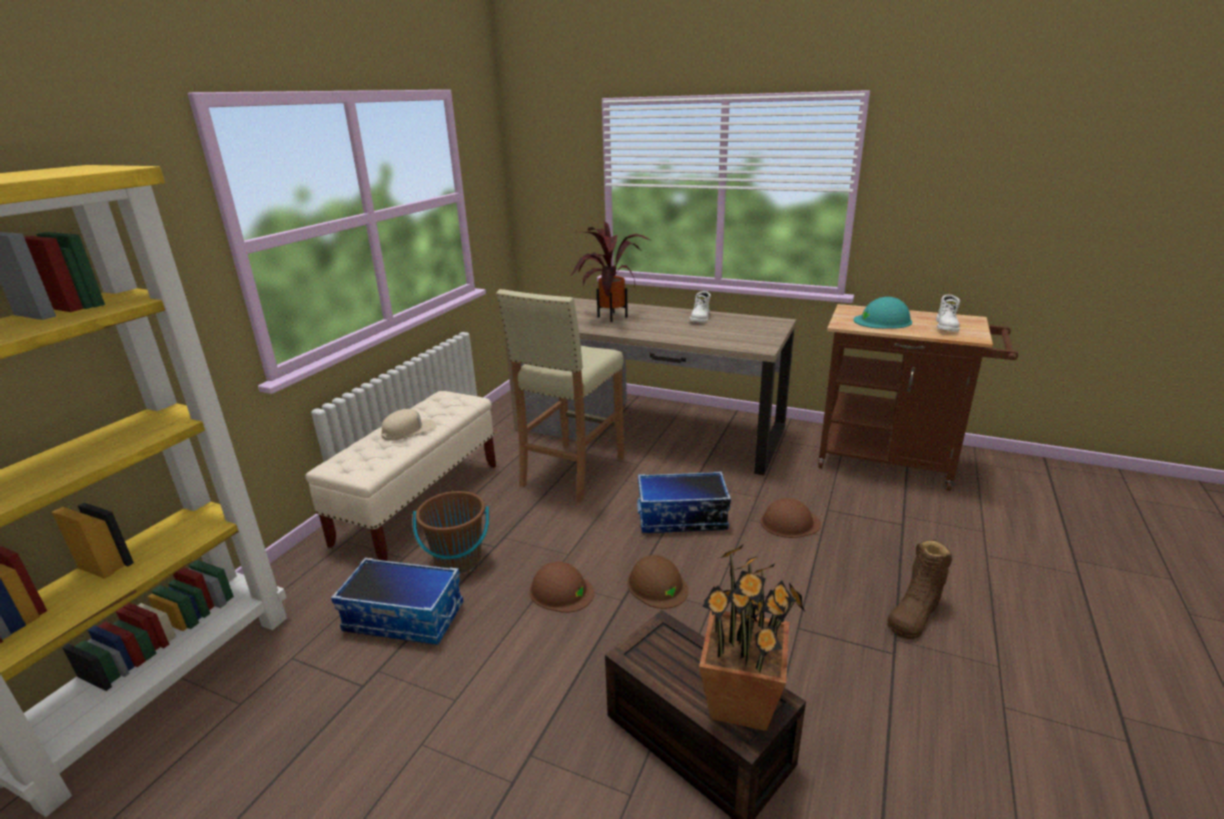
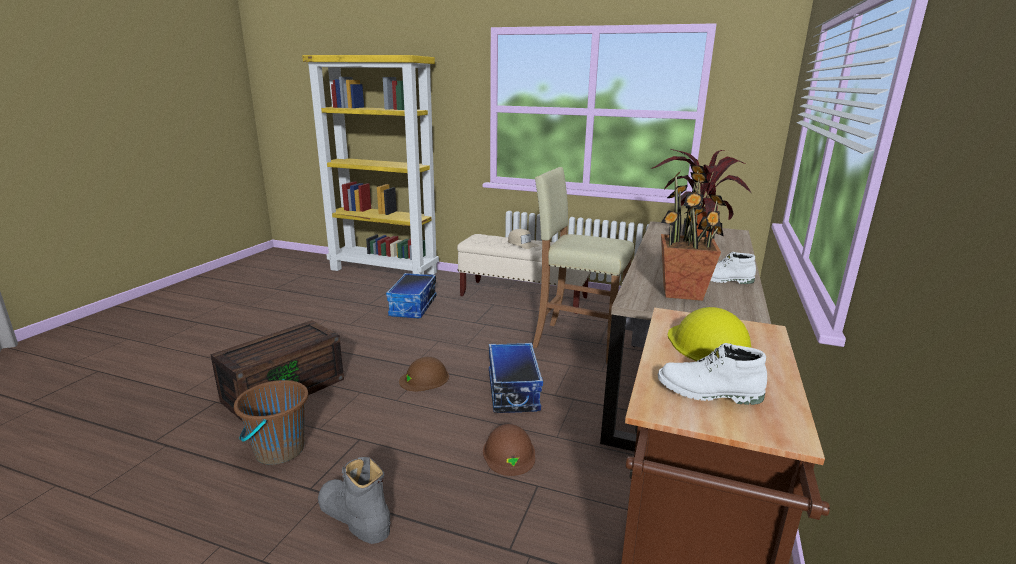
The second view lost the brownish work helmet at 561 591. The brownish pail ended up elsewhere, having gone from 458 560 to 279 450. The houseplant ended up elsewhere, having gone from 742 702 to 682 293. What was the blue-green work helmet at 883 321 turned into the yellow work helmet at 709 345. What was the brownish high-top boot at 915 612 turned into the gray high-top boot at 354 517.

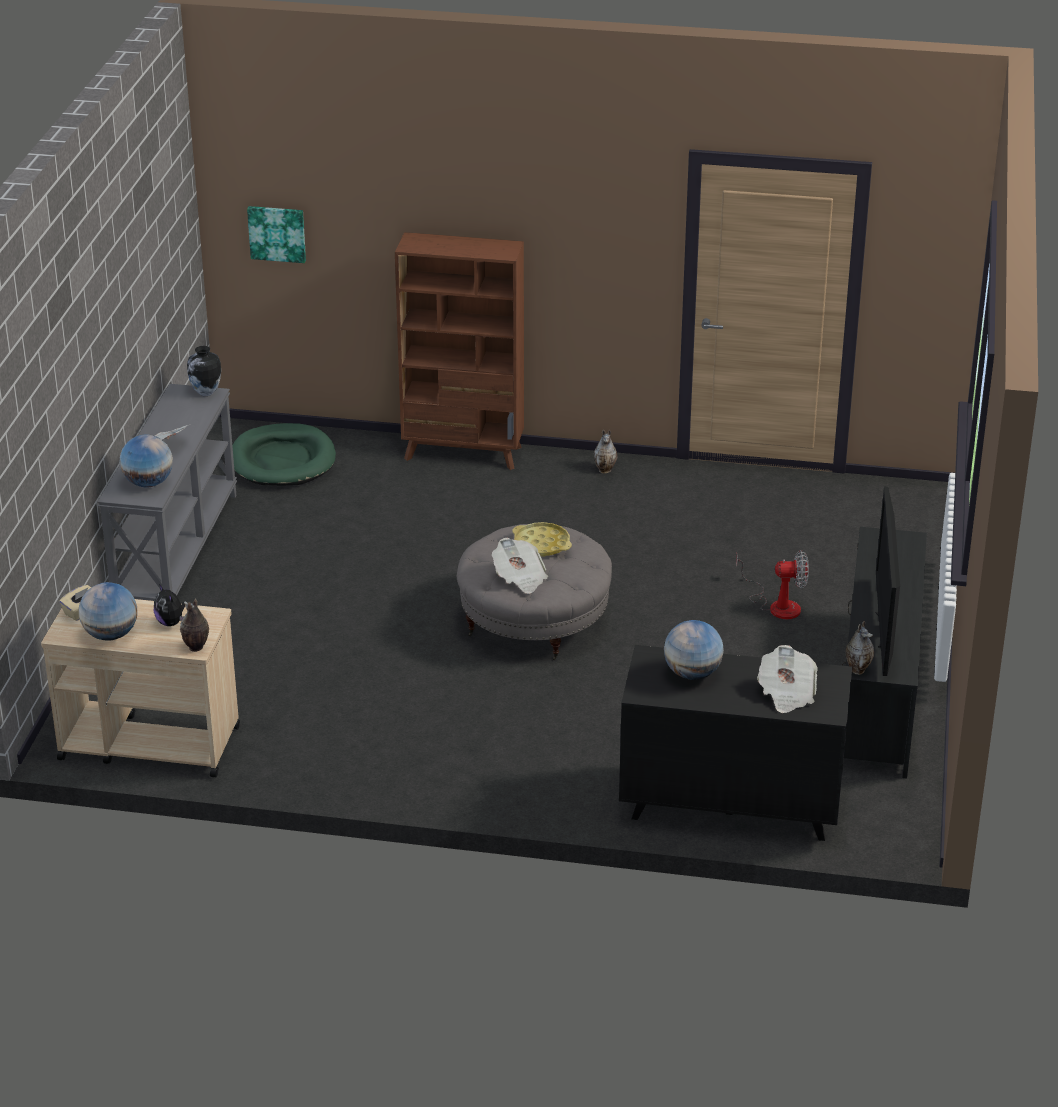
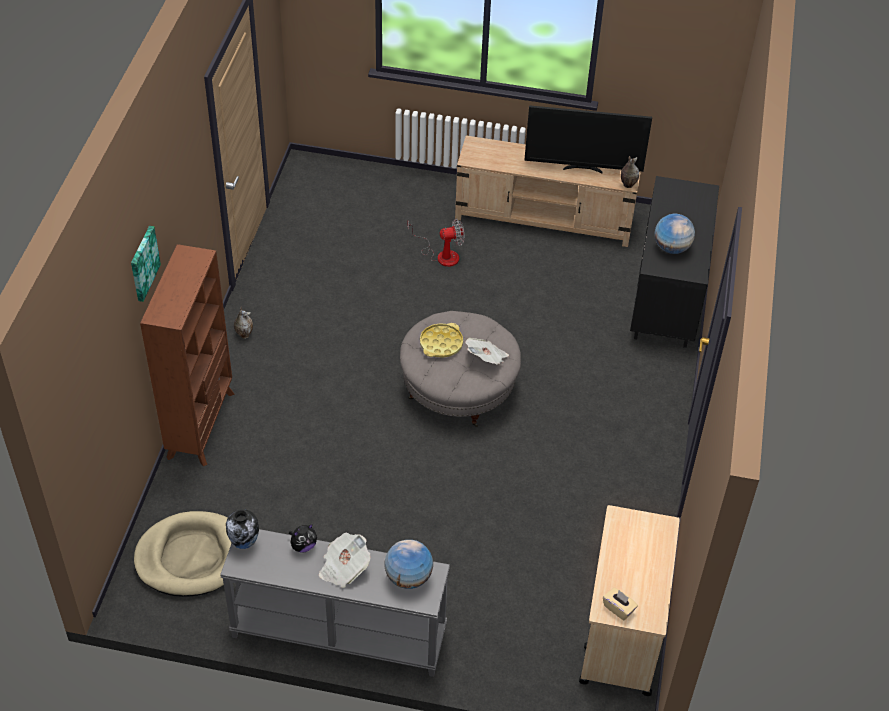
The second view lost the globe at 111 635. The second view lost the decorative vase at 195 648. The second view lost the printed paper at 786 694. The cuddly toy ended up elsewhere, having gone from 171 623 to 303 546. The picture ended up elsewhere, having gone from 277 233 to 143 263. What was the green dog cushion at 283 460 turned into the sand-coloured dog cushion at 191 557. What was the black tv unit at 877 693 turned into the sand-coloured tv unit at 545 218. The electric fan at 777 605 ended up facing another way, 75 degrees clockwise from before.

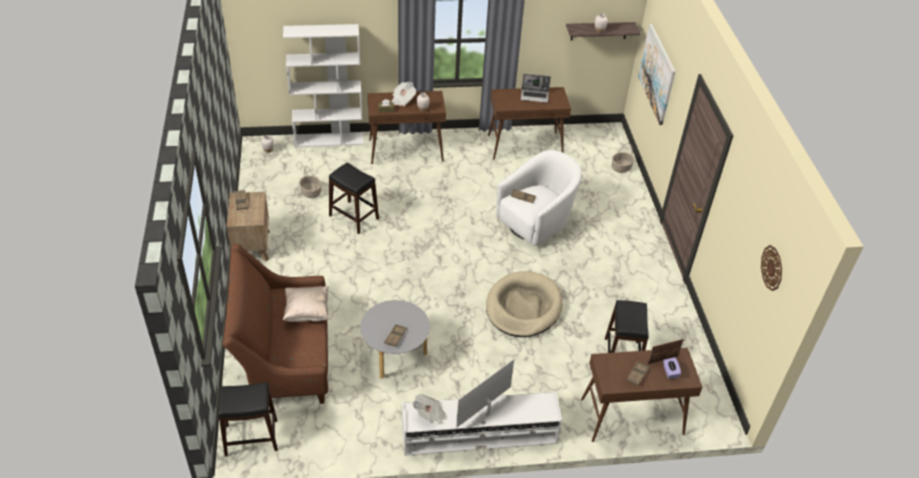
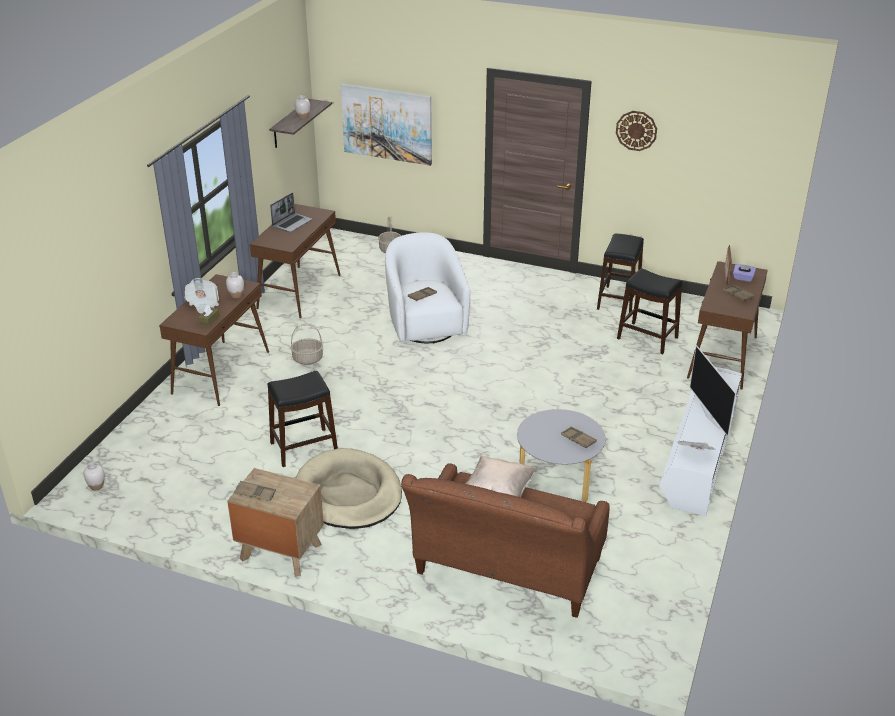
The second view lost the whitish bookcase at 329 139. The black sitting stool ended up elsewhere, having gone from 251 438 to 619 300. The storage basket ended up elsewhere, having gone from 311 192 to 308 359. The sand-coloured dog cushion ended up elsewhere, having gone from 523 307 to 348 493. The hanging clock ended up elsewhere, having gone from 772 267 to 636 130.

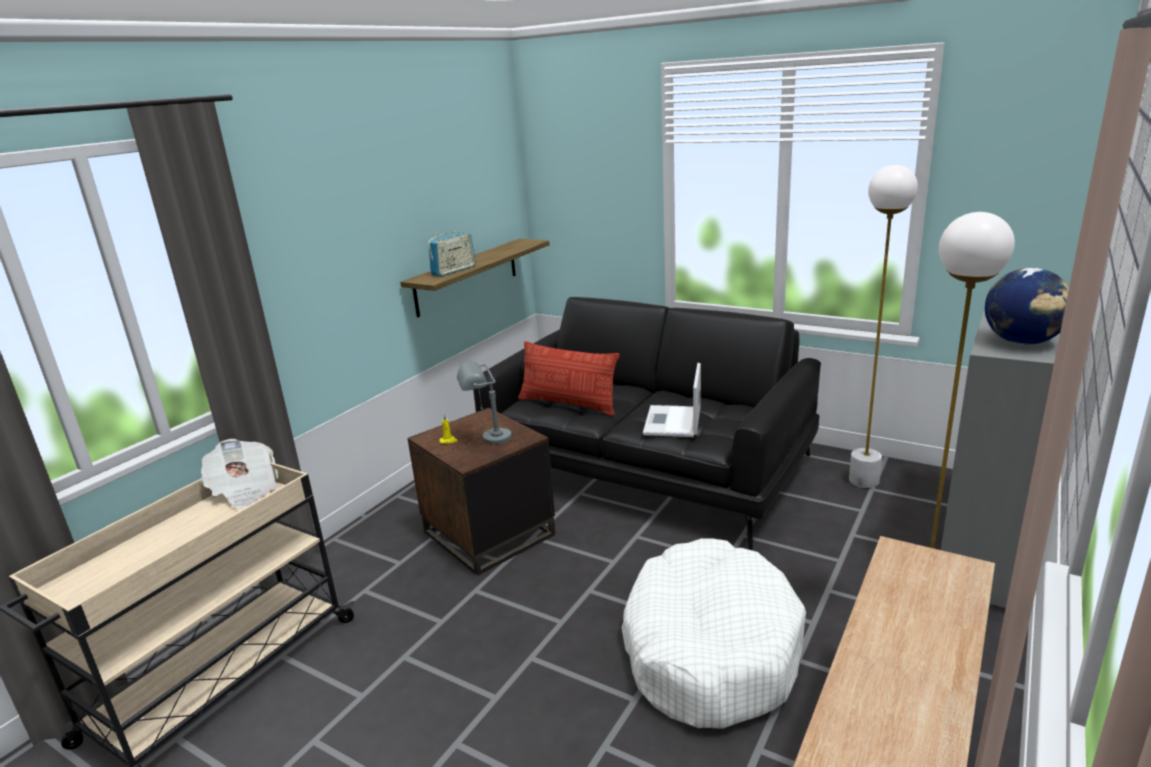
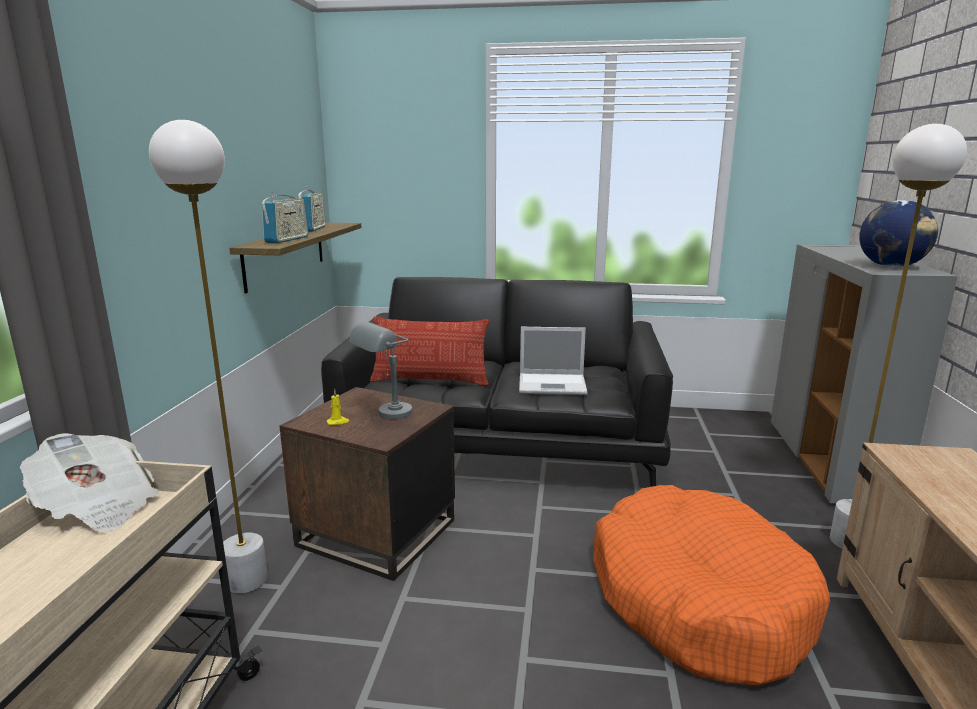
The second view gained the radio receiver at 313 229. The whitish standing lamp ended up elsewhere, having gone from 863 481 to 246 580. What was the whitish dog cushion at 709 648 turned into the orangey dog cushion at 697 599. The notebook computer at 672 422 ended up facing another way, 75 degrees counterclockwise from before.

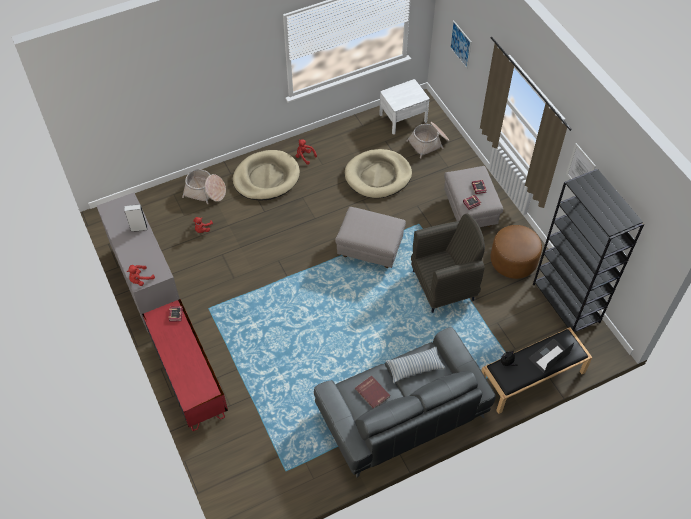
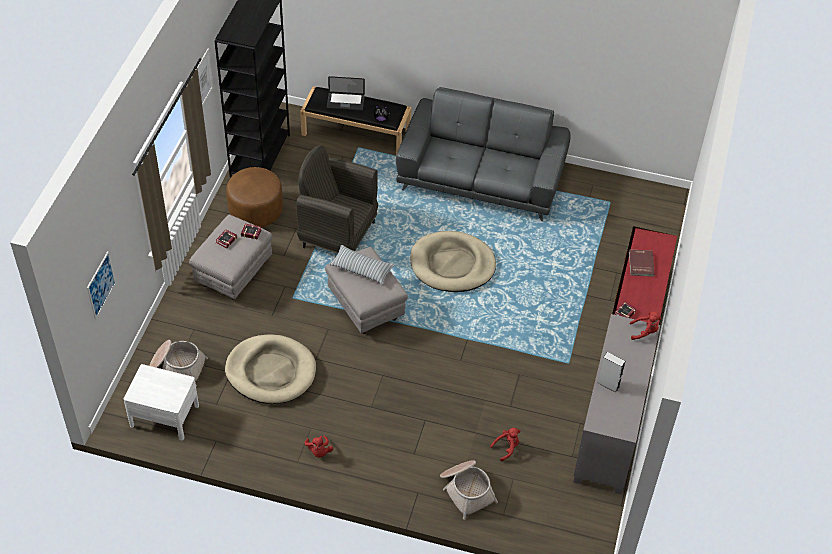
The sand-coloured dog cushion ended up elsewhere, having gone from 266 178 to 452 264. The red book ended up elsewhere, having gone from 373 392 to 640 264. The throw pillow ended up elsewhere, having gone from 414 367 to 361 269.

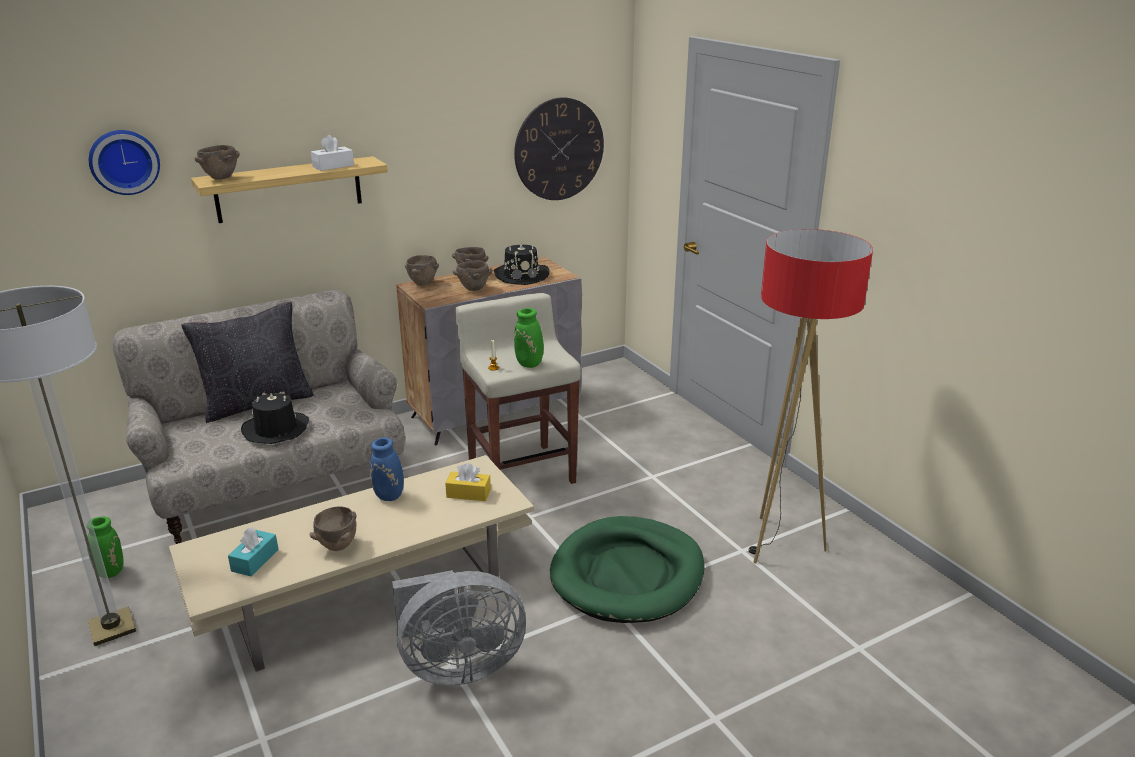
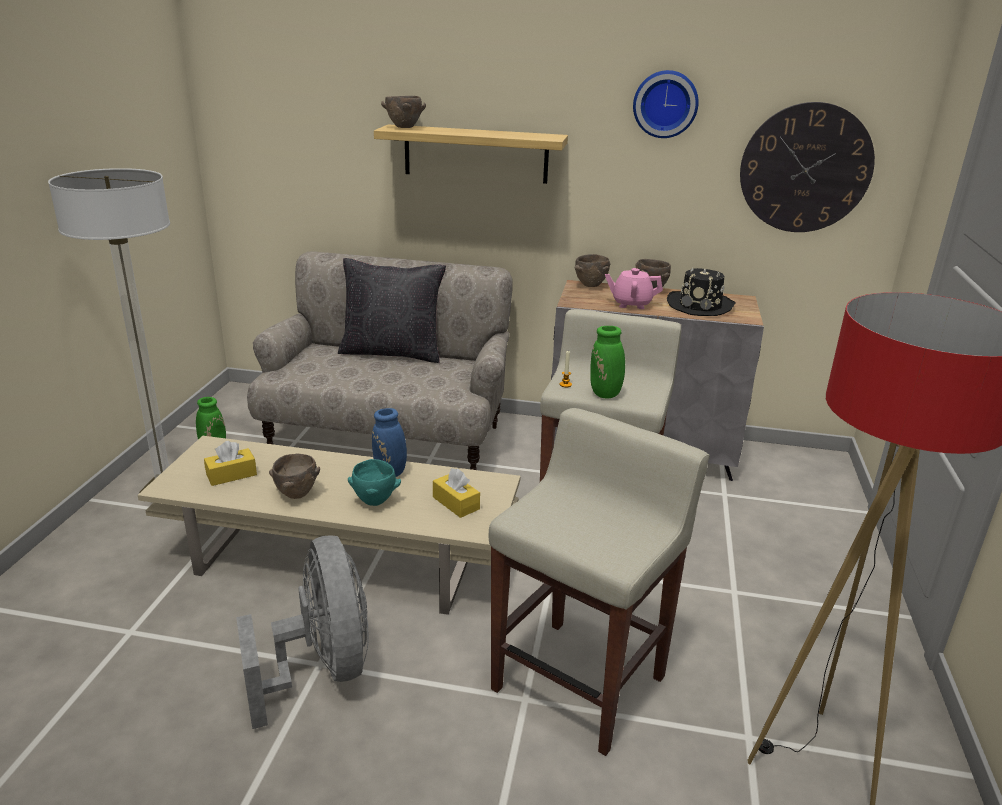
The second view lost the black wearable hat at 276 430. The second view lost the whitish box of tissues at 333 166. The second view gained the blue-green bowl at 375 502. The hanging clock ended up elsewhere, having gone from 124 161 to 665 104. Where the brownish bowl stood at 474 289, the pink-coloured pot for tea came to stand at 631 304. Where the green dog cushion stood at 628 574, the sand-coloured sitting stool came to stand at 580 682. What was the blue-green box of tissues at 255 560 turned into the yellow box of tissues at 231 475. The gray electric fan at 457 666 ended up facing another way, 135 degrees counterclockwise from before.

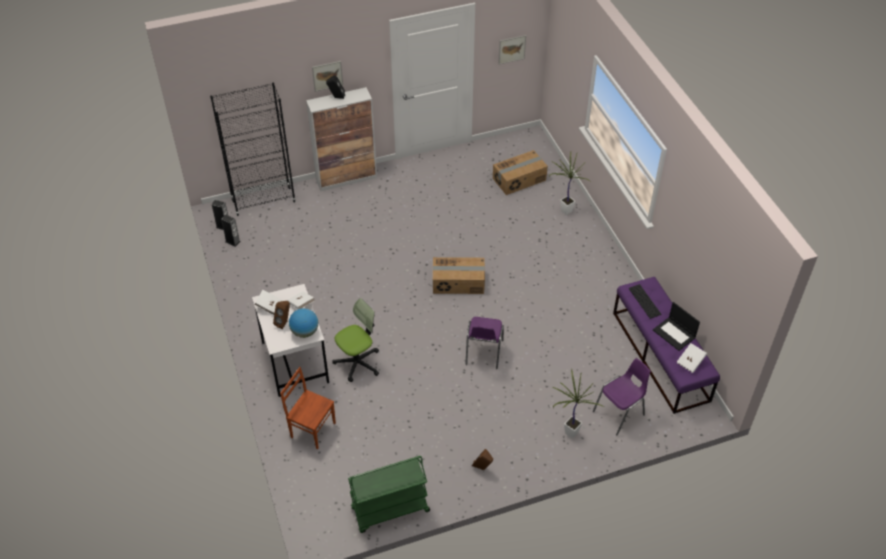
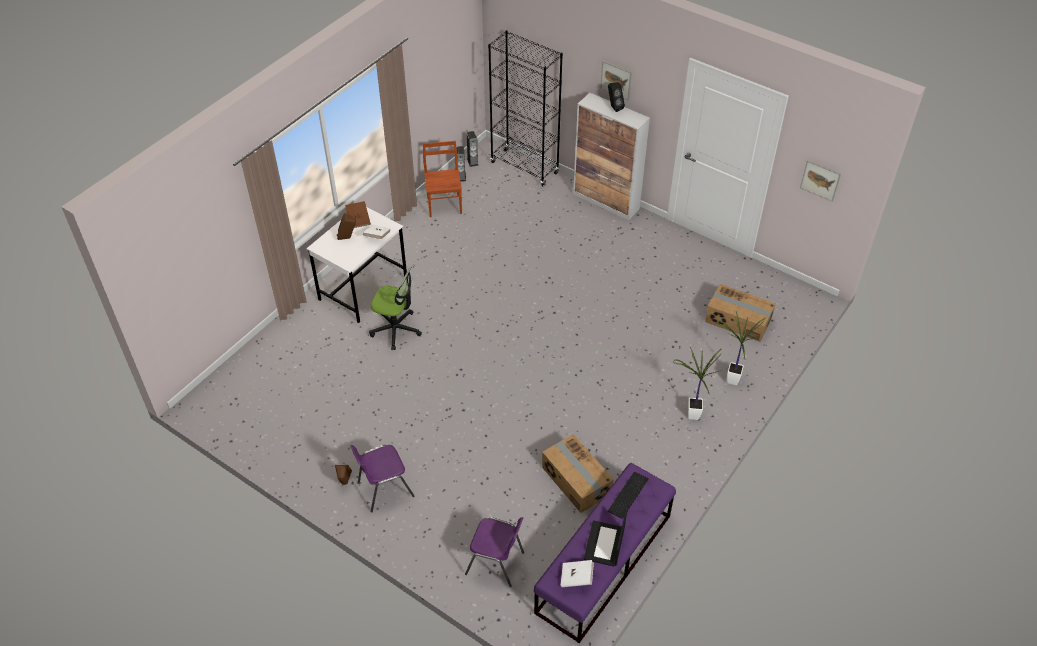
The second view lost the globe at 304 332. The second view lost the green trolley at 390 510. The brownish chair ended up elsewhere, having gone from 313 429 to 445 205. The carton ended up elsewhere, having gone from 458 282 to 576 481. The purple-coloured chair ended up elsewhere, having gone from 483 353 to 384 489. The houseplant ended up elsewhere, having gone from 568 434 to 690 414. What was the whitish book at 270 306 turned into the brownish book at 358 219.

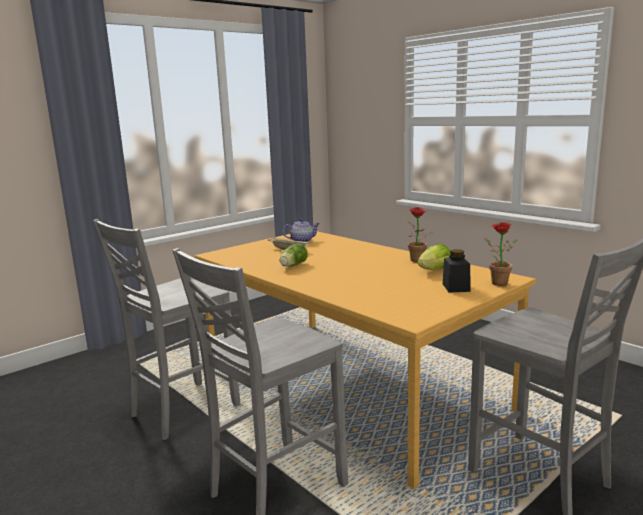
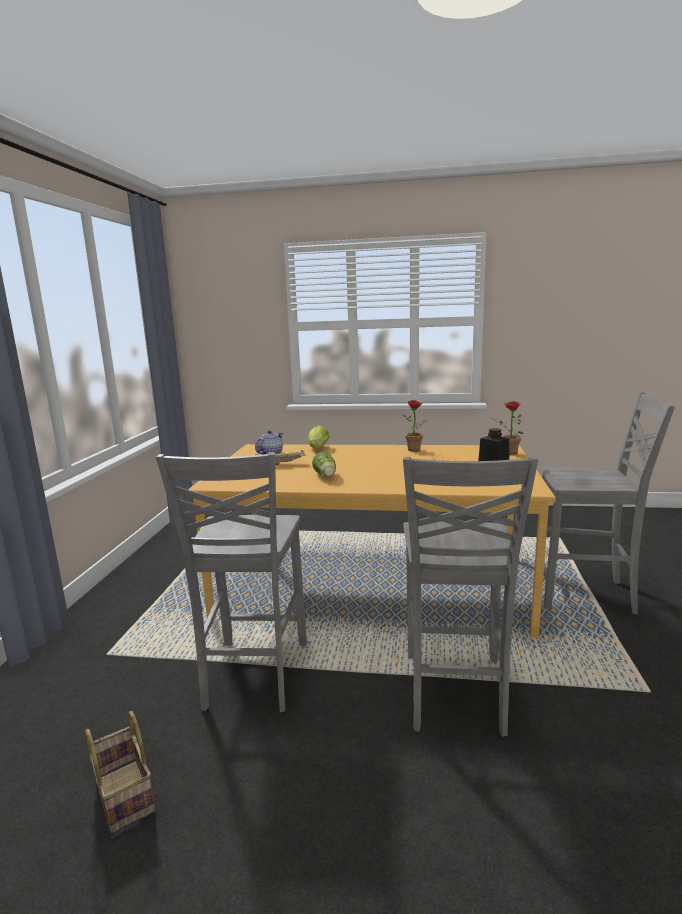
The second view gained the storage basket at 122 795. The lettuce head ended up elsewhere, having gone from 433 271 to 317 448.

